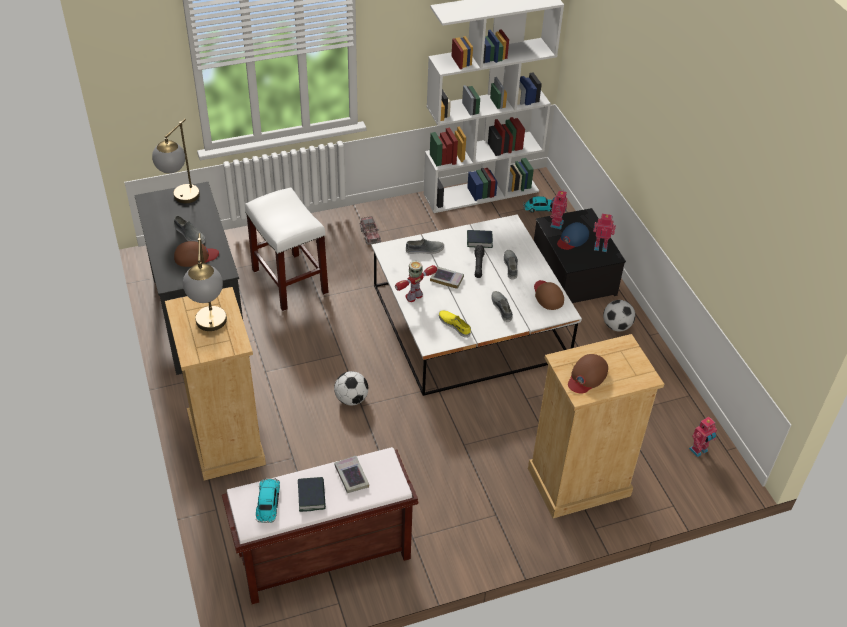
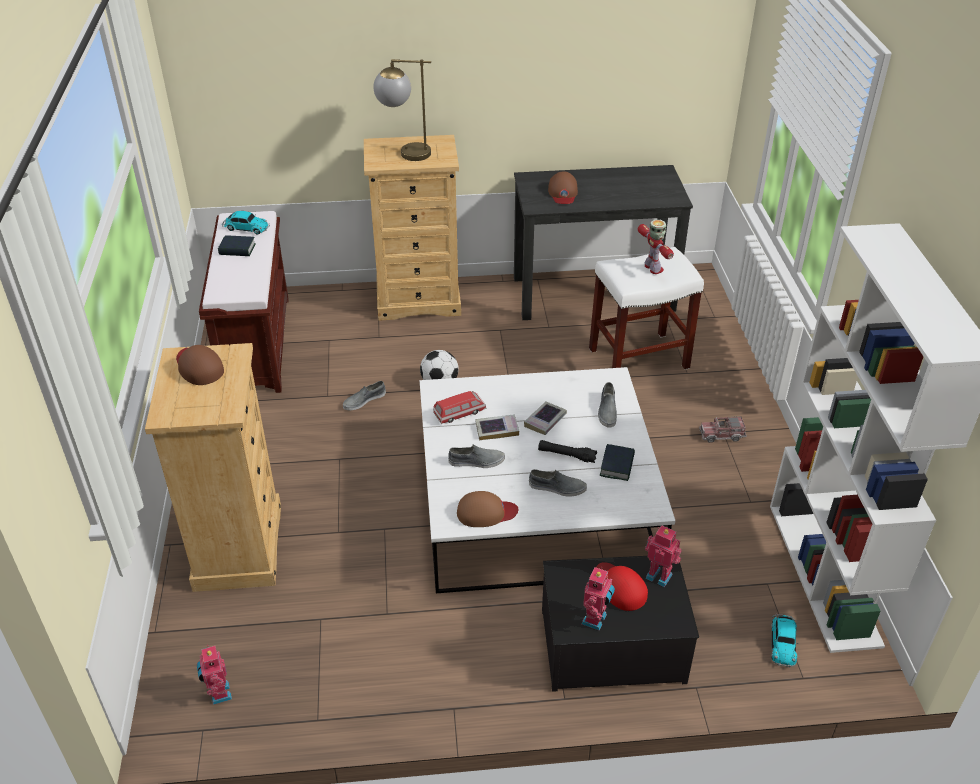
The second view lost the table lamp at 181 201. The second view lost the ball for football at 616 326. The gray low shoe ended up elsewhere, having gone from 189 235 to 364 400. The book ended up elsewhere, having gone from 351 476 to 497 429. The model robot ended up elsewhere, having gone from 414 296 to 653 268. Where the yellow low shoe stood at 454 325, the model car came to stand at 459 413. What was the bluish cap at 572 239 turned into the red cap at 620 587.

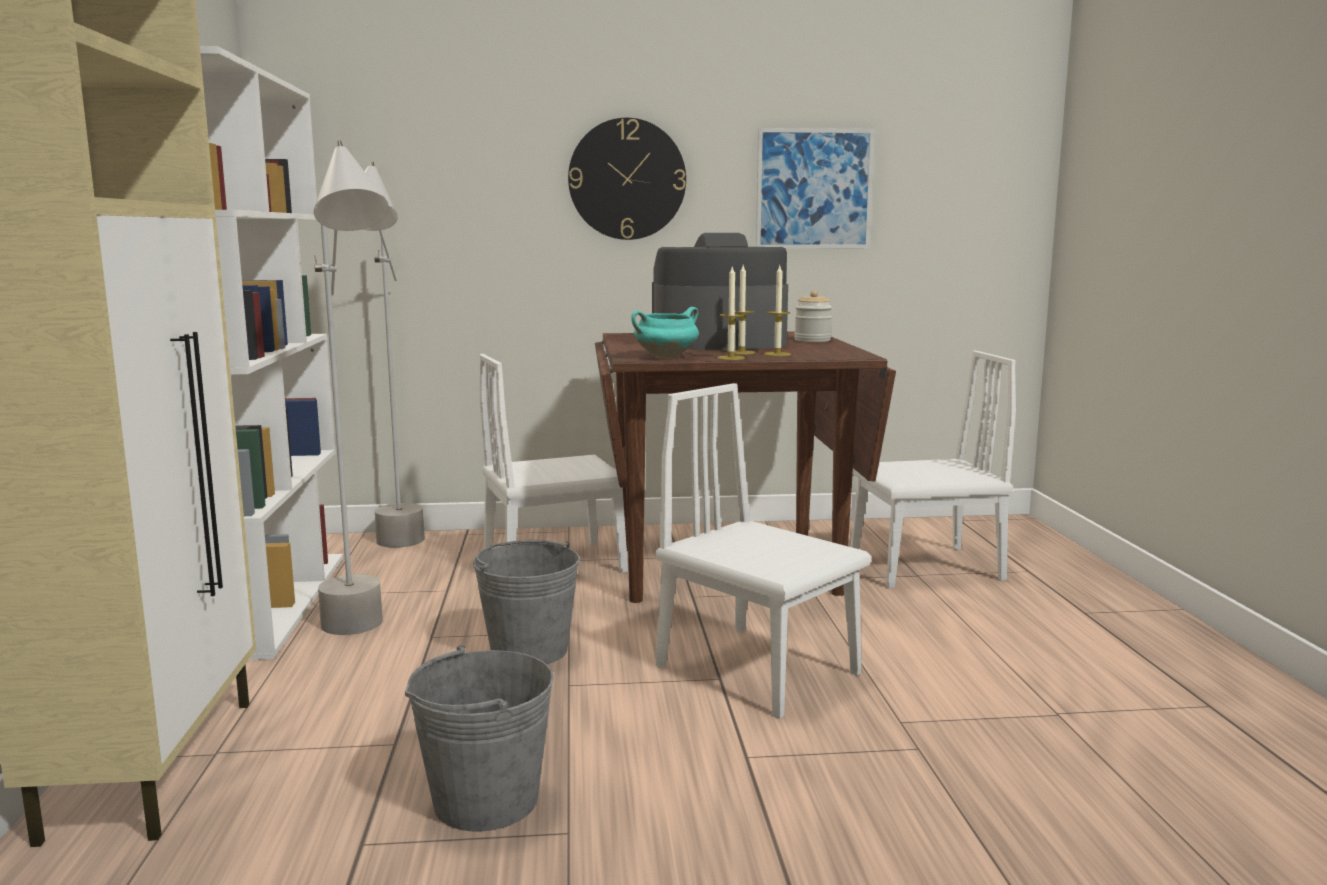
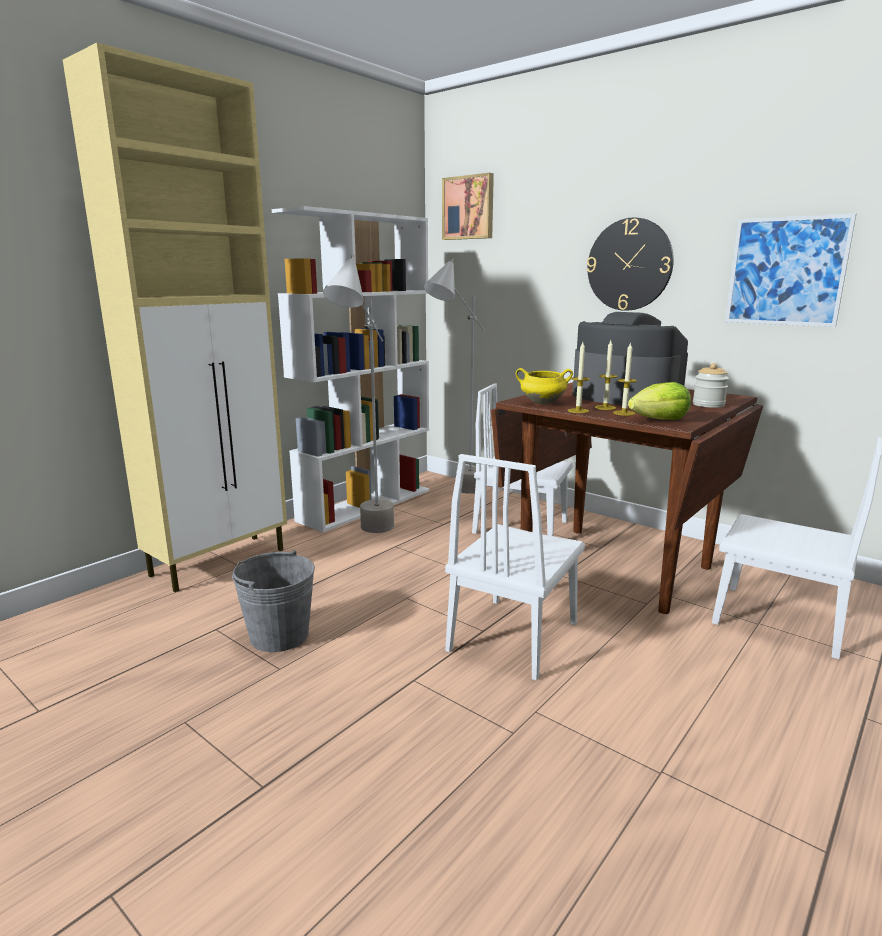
The second view lost the gray pail at 529 650. The second view gained the picture at 469 208. The second view gained the lettuce head at 659 420. What was the blue-green stockpot at 665 357 turned into the yellow stockpot at 542 403. The whitish chair at 758 670 ended up facing another way, 150 degrees counterclockwise from before.

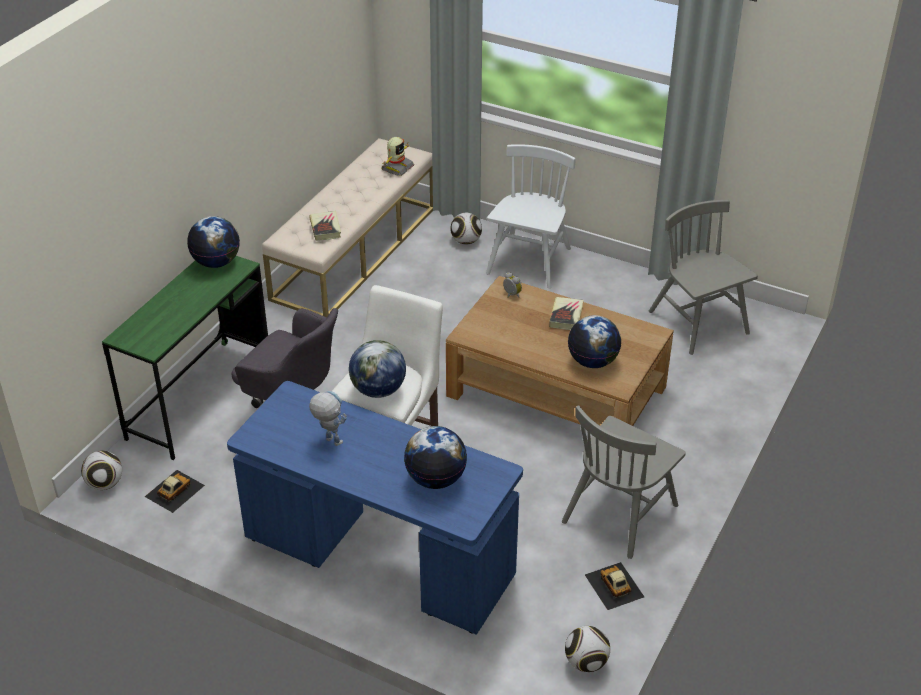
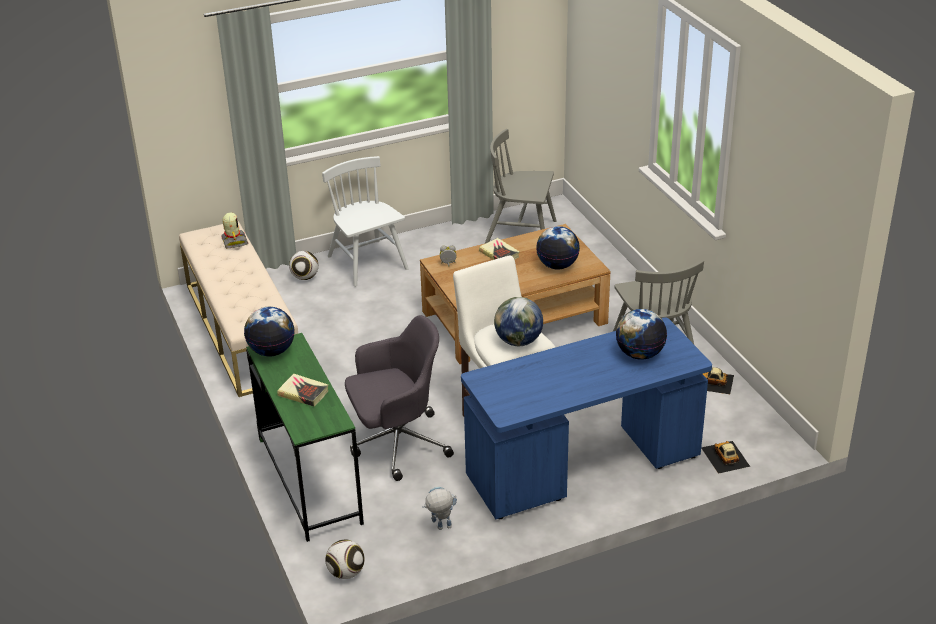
The second view lost the ball for football at 585 662. The model car ended up elsewhere, having gone from 174 491 to 725 457. The book ended up elsewhere, having gone from 325 228 to 303 393. The model robot ended up elsewhere, having gone from 329 439 to 440 528.

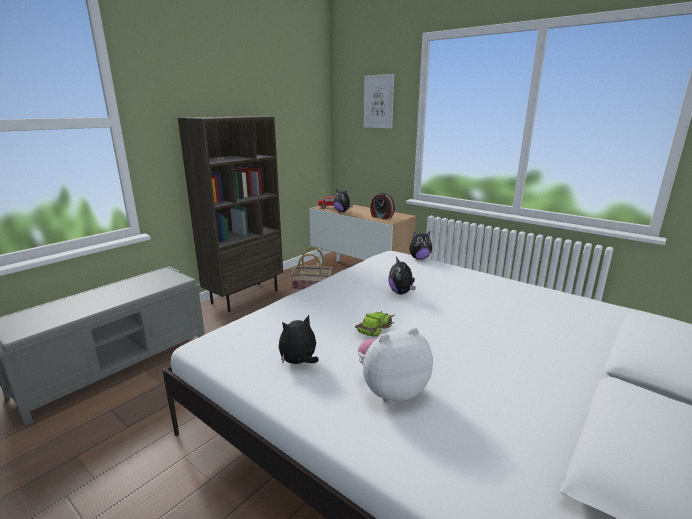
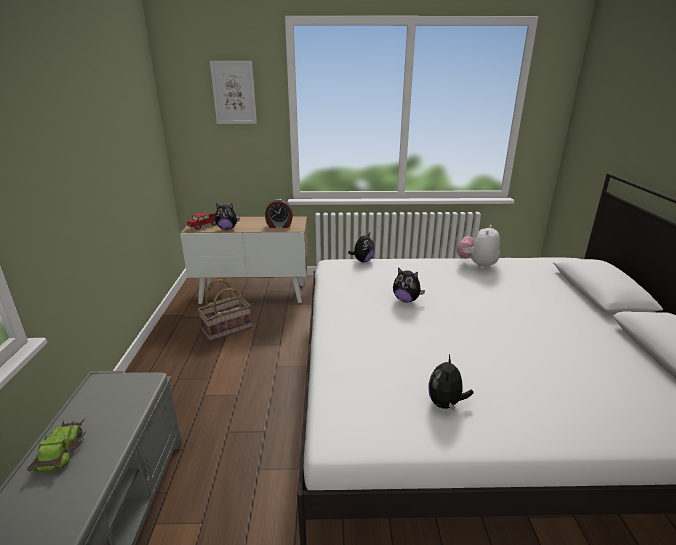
The second view lost the brownish bookcase at 245 296. The model car ended up elsewhere, having gone from 375 326 to 61 449. The cuddly toy ended up elsewhere, having gone from 391 390 to 477 265.

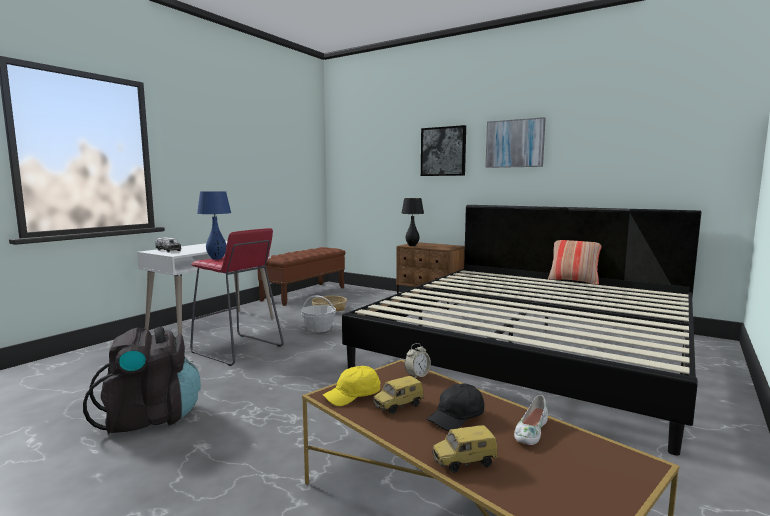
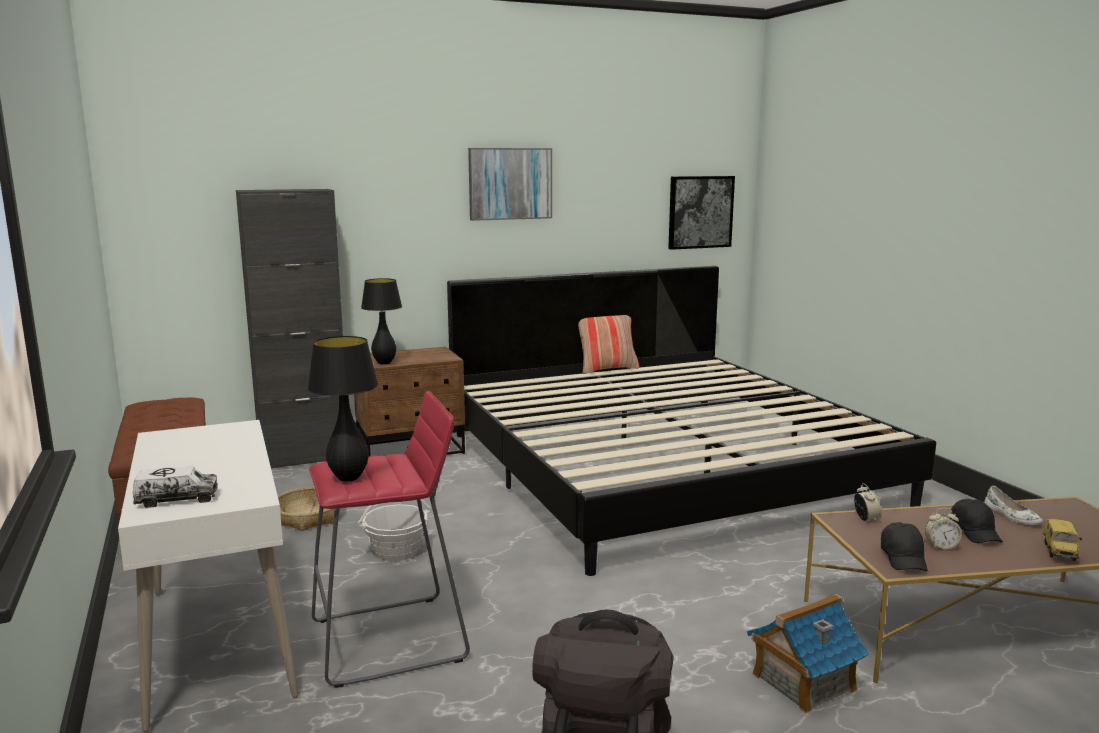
The second view gained the black cupboard at 304 458. The second view gained the miniature house at 803 682. The picture ended up elsewhere, having gone from 443 151 to 700 212. Where the model car stood at 398 407, the bedside clock came to stand at 941 546. What was the bluish table lamp at 217 258 turned into the black table lamp at 349 478. What was the yellow cap at 353 396 turned into the black cap at 903 558.

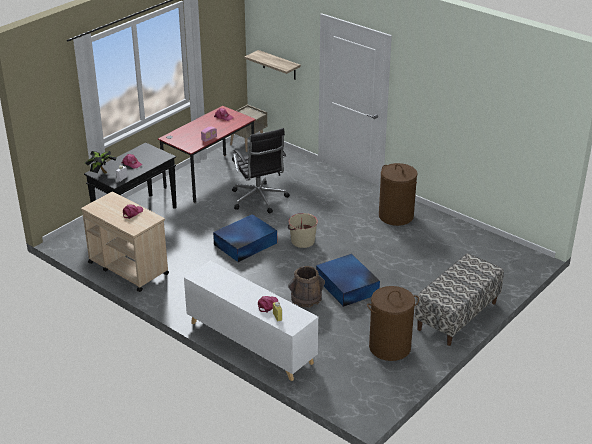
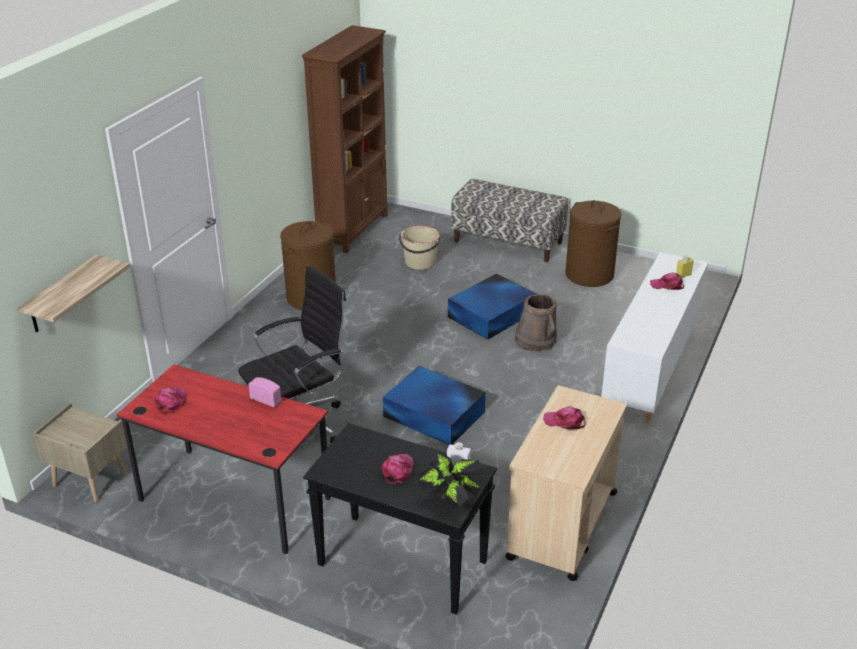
The second view gained the brownish bookcase at 353 230. The sand-coloured pail ended up elsewhere, having gone from 302 241 to 420 263.

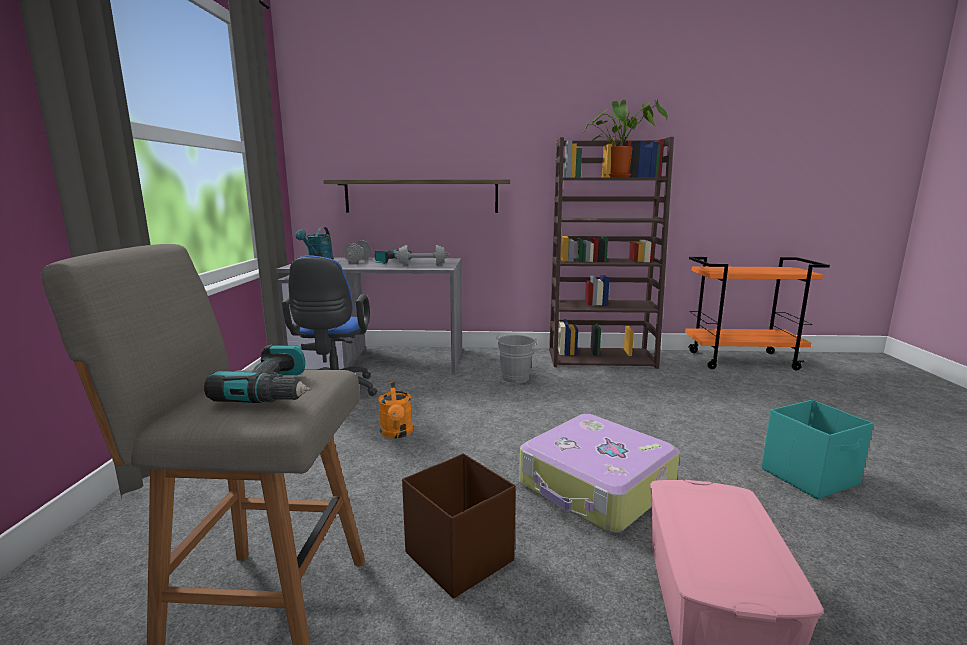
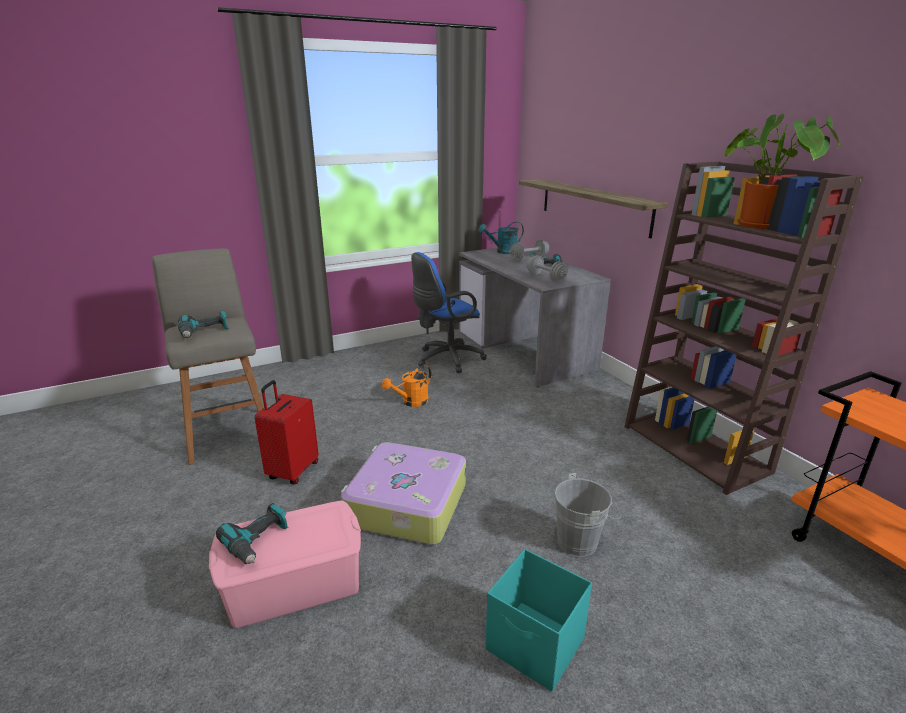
The second view gained the power drill at 258 541. The gray pail ended up elsewhere, having gone from 516 377 to 581 541. Where the brownish storage box stood at 459 556, the red piece of luggage came to stand at 292 471.

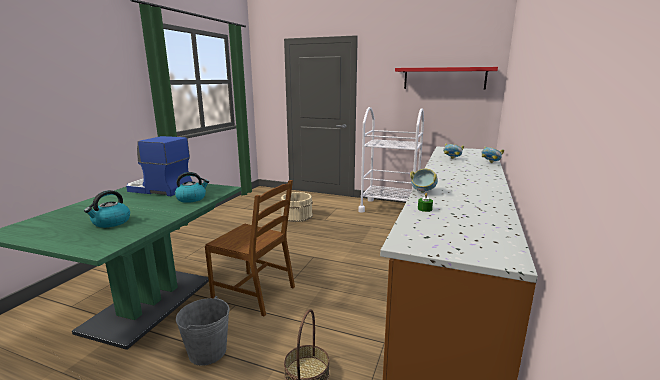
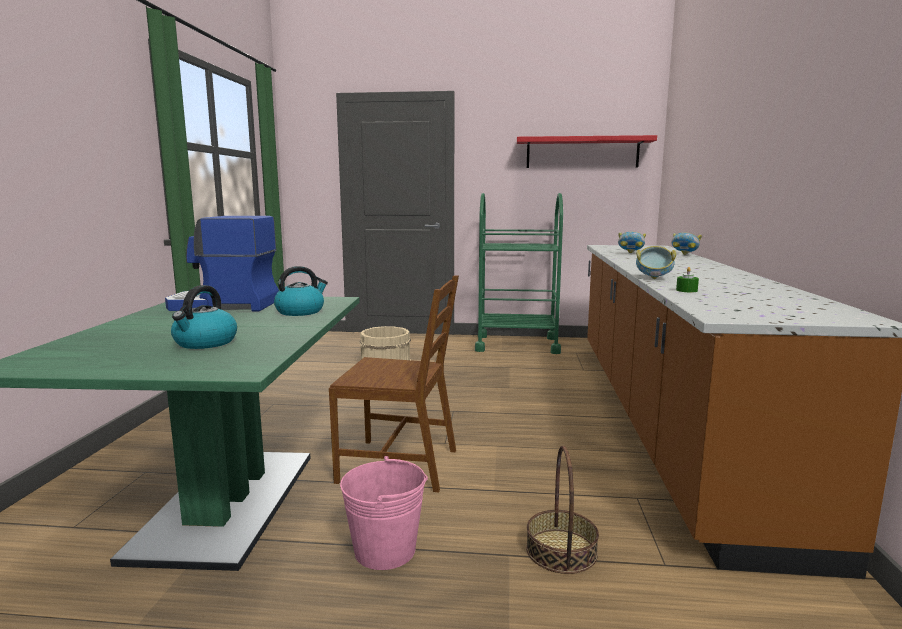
What was the gray pail at 207 352 turned into the pink-coloured pail at 385 550. What was the whitish trolley at 389 208 turned into the green trolley at 517 344.

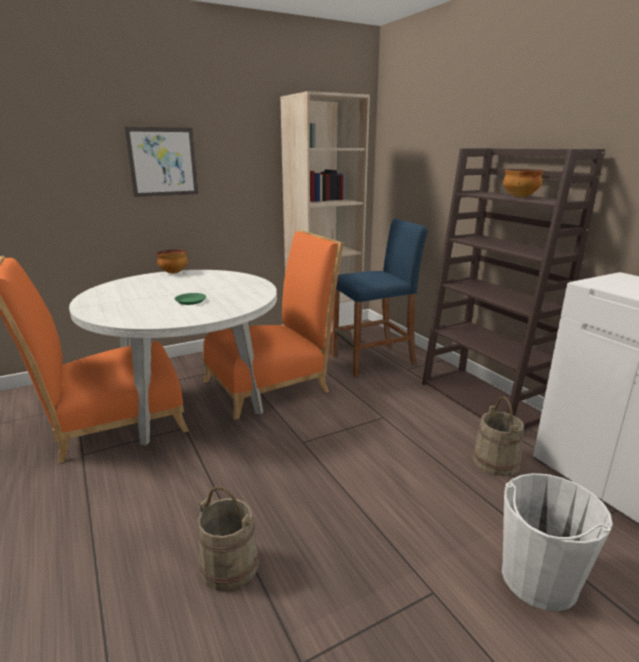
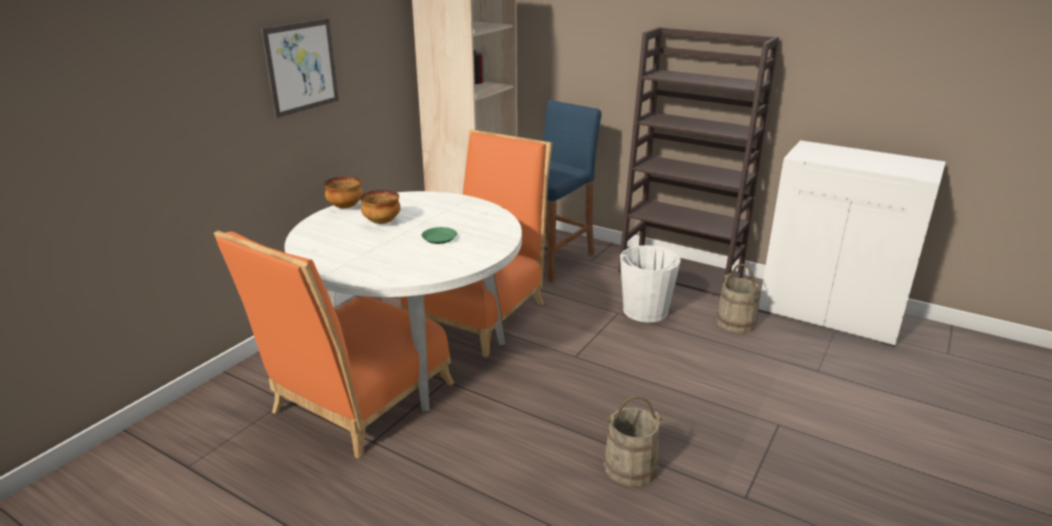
The whitish pail ended up elsewhere, having gone from 538 579 to 645 311. The bowl ended up elsewhere, having gone from 520 197 to 382 222.

